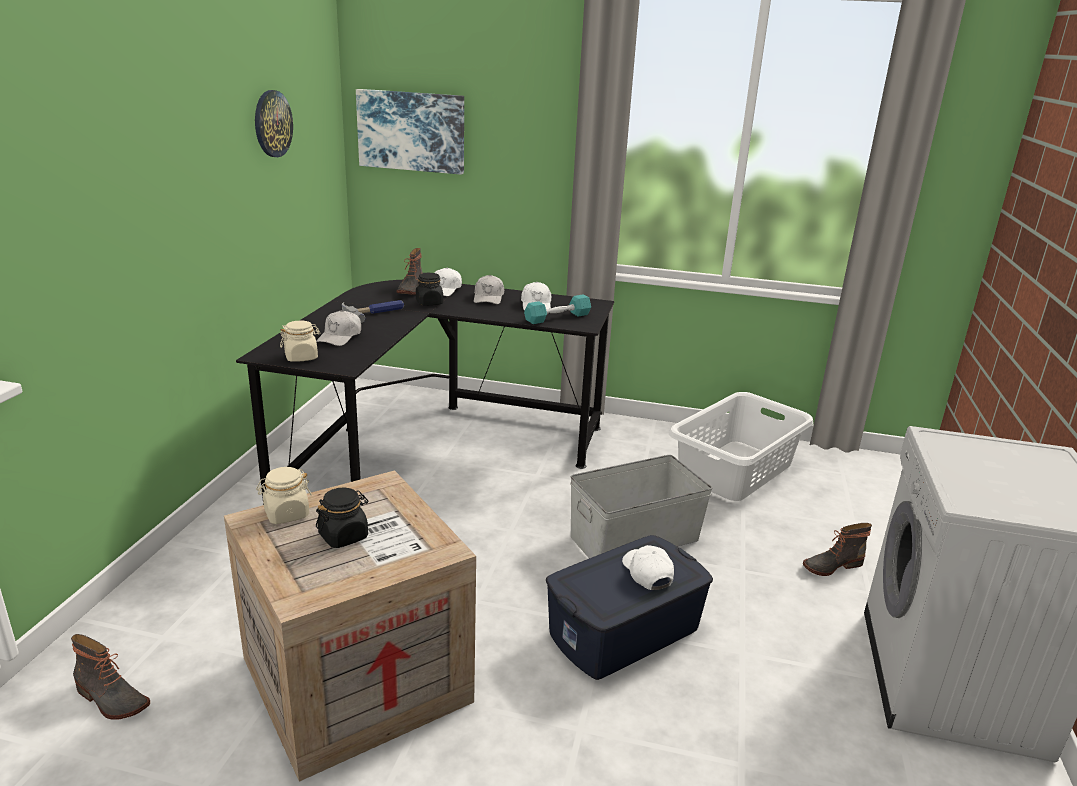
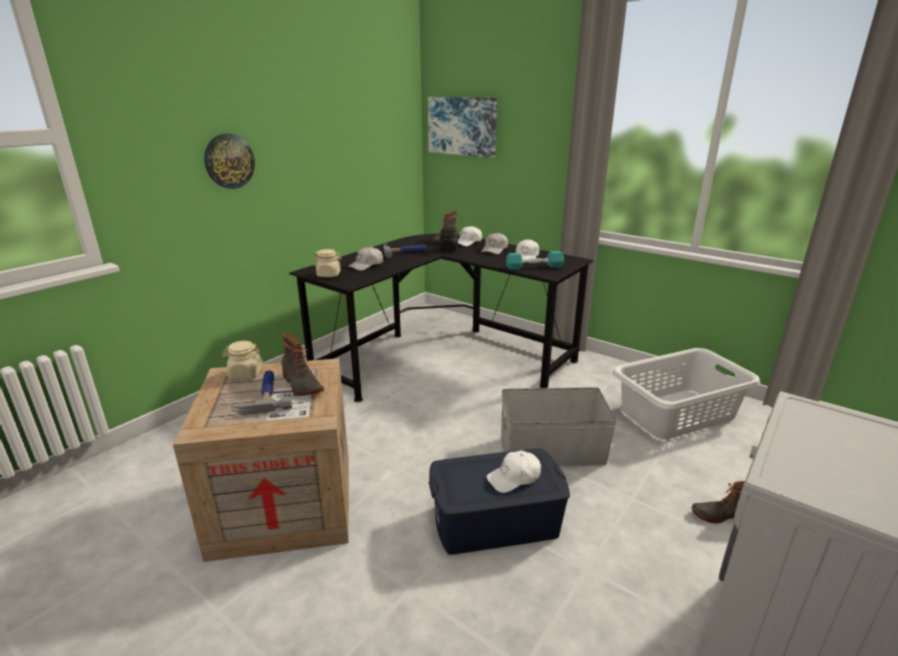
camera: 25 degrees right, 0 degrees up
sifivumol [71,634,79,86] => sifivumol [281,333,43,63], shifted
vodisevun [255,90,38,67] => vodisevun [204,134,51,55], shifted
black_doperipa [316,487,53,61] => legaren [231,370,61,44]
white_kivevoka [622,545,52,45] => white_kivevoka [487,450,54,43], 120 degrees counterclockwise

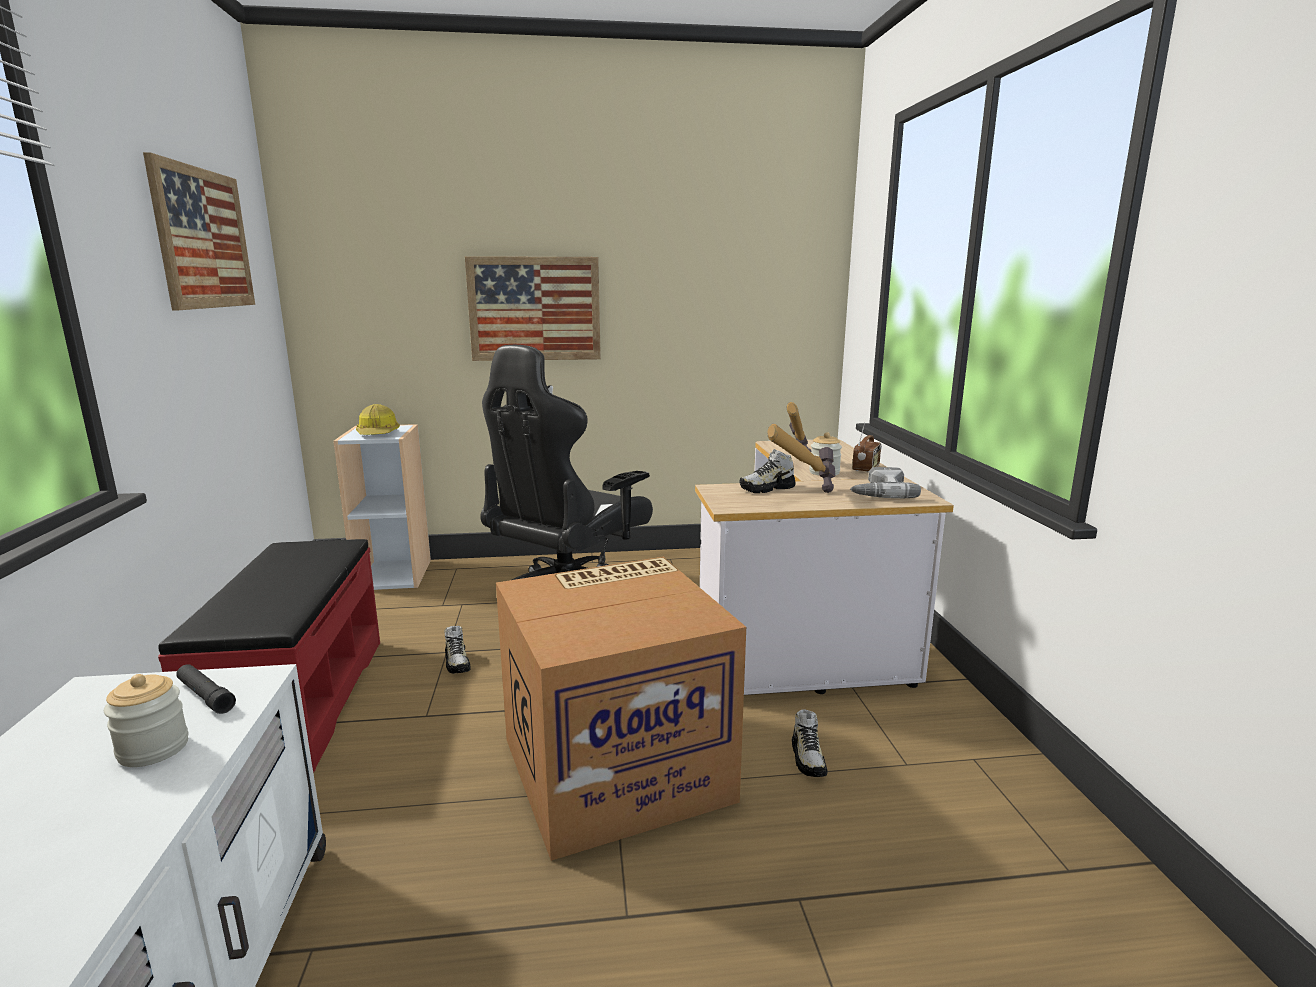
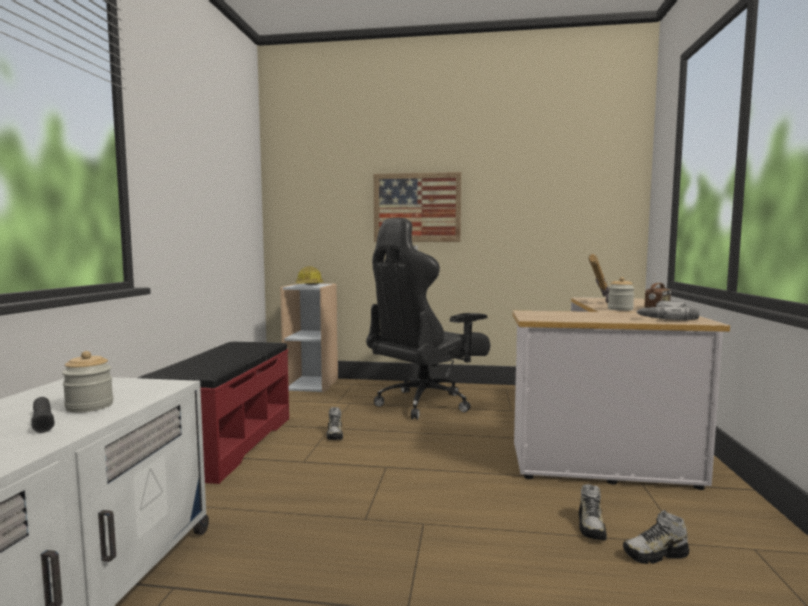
camera: 15 degrees right, 10 degrees down
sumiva [143,152,112,158] => nothing
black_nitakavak [176,664,60,50] => black_nitakavak [31,397,24,36], shifted
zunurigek [496,557,250,304] => nothing
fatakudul [740,449,56,44] => fatakudul [623,510,66,54], shifted
legaren [768,424,67,69] => nothing

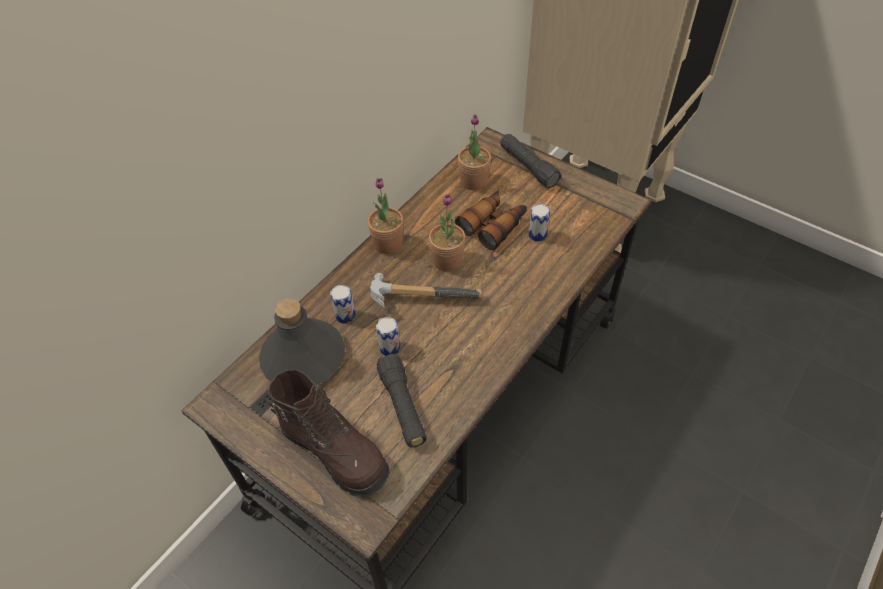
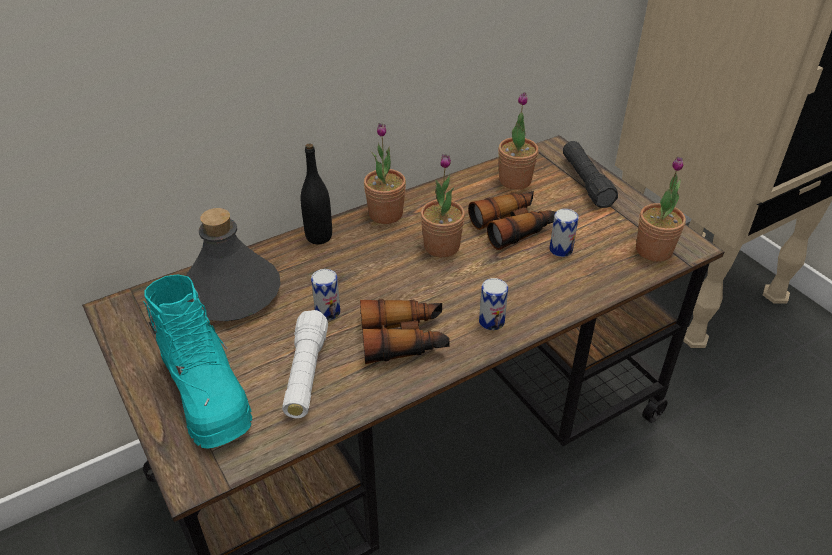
camera: 20 degrees right, 10 degrees down
brown_sifivumol [267,370,123,128] => turquoise_sifivumol [143,275,109,174]
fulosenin [330,285,26,39] => fulosenin [479,278,29,52], shifted
legaren [370,273,112,35] => nothing
black_nitakavak [377,354,50,94] => white_nitakavak [282,310,46,108]
nothing => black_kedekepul [301,143,31,101]
nothing => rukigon [360,299,90,65]
nothing => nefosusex [636,157,50,105]

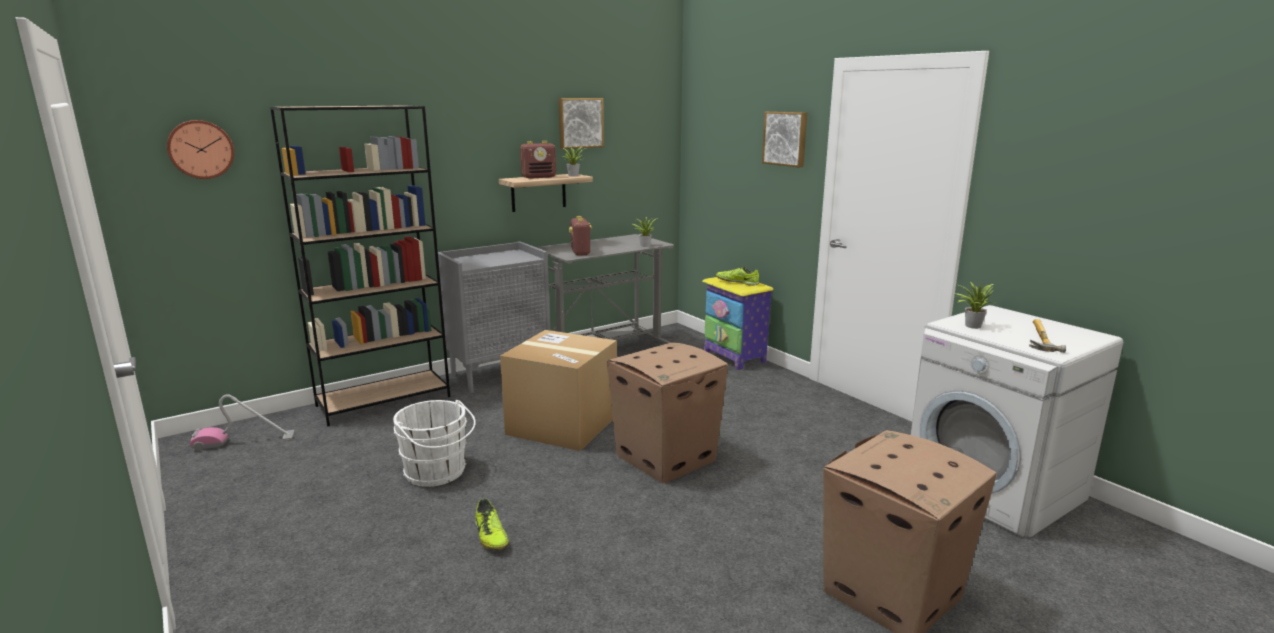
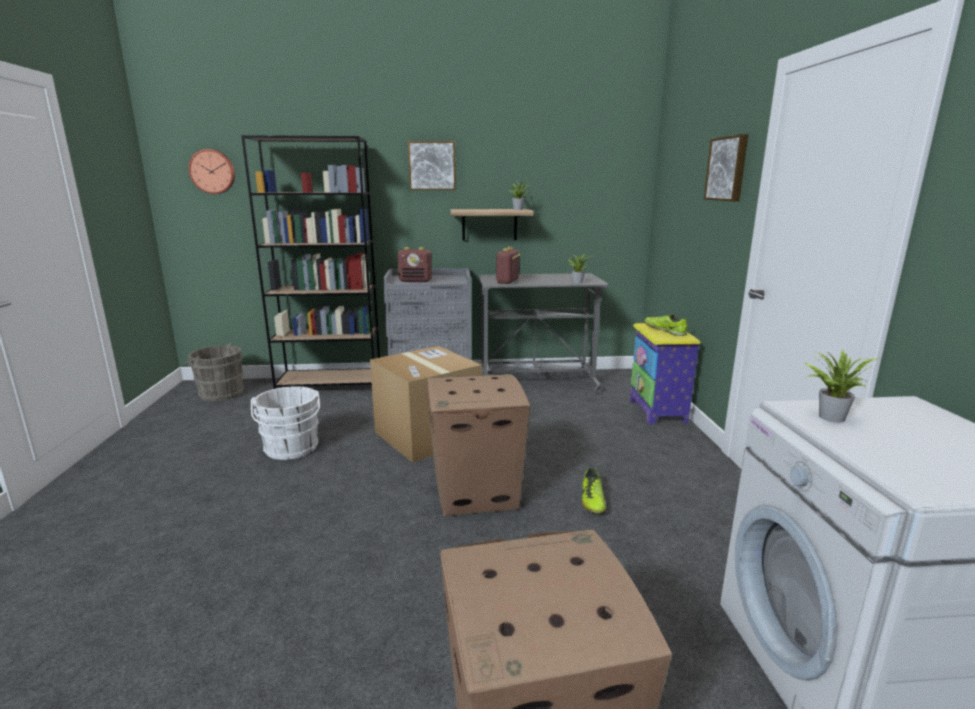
camera: 30 degrees right, 0 degrees up
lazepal [190,394,105,57] => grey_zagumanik [182,343,62,58]
fatakudul [475,499,34,51] => fatakudul [582,468,24,46], shifted
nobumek [520,141,36,38] => nobumek [398,247,34,35], shifted
sumiva [558,98,46,51] => sumiva [408,141,48,49], shifted
legaren [1029,319,37,34] => nothing

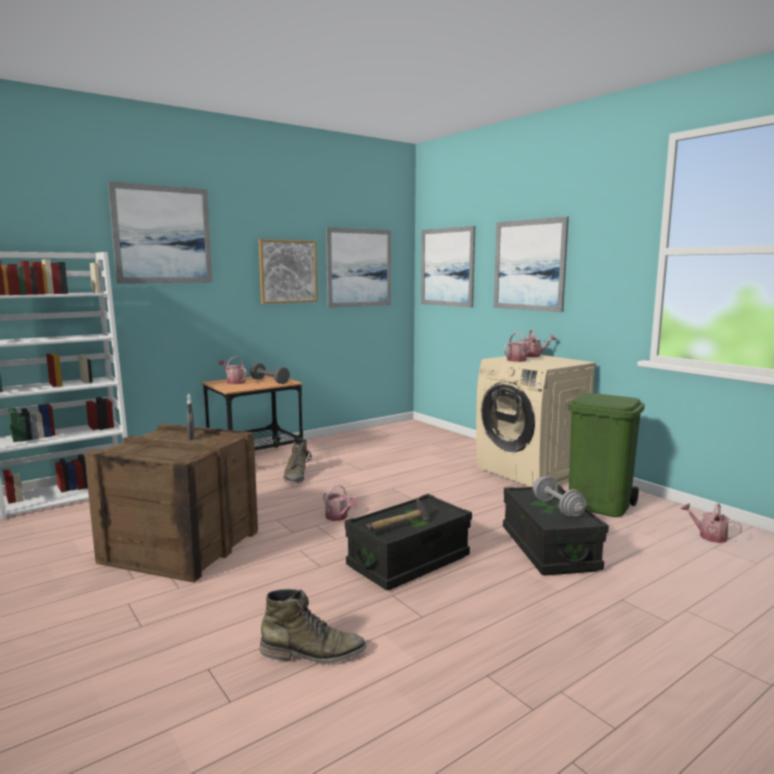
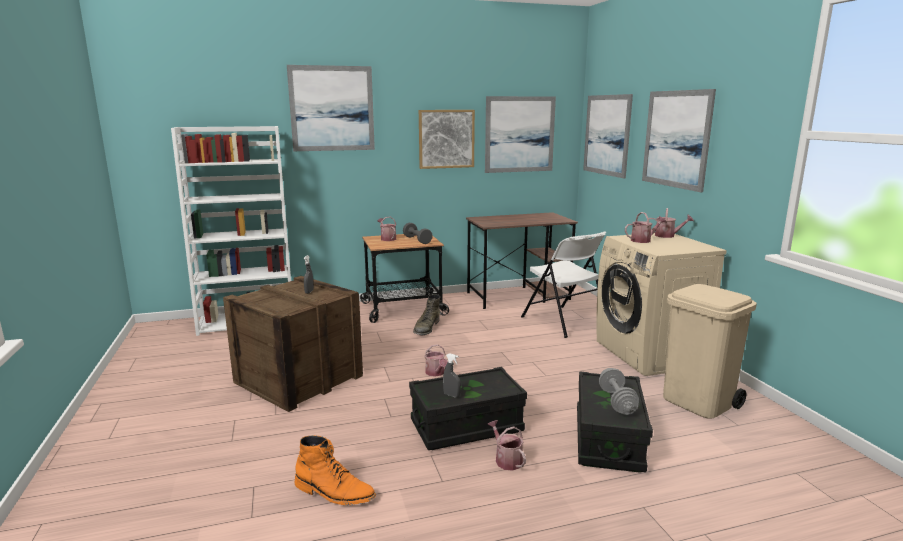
camera: 20 degrees right, 5 degrees up
green_sifivumol [260,589,107,74] => orange_sifivumol [295,435,81,70]
legaren [366,498,63,34] => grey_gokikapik [443,353,18,44]
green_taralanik [568,393,77,124] => beige_taralanik [663,284,94,135]
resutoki [681,503,61,40] => resutoki [487,420,39,51], shifted
nothing => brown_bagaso [466,212,112,97]
nothing => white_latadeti [521,231,85,107]

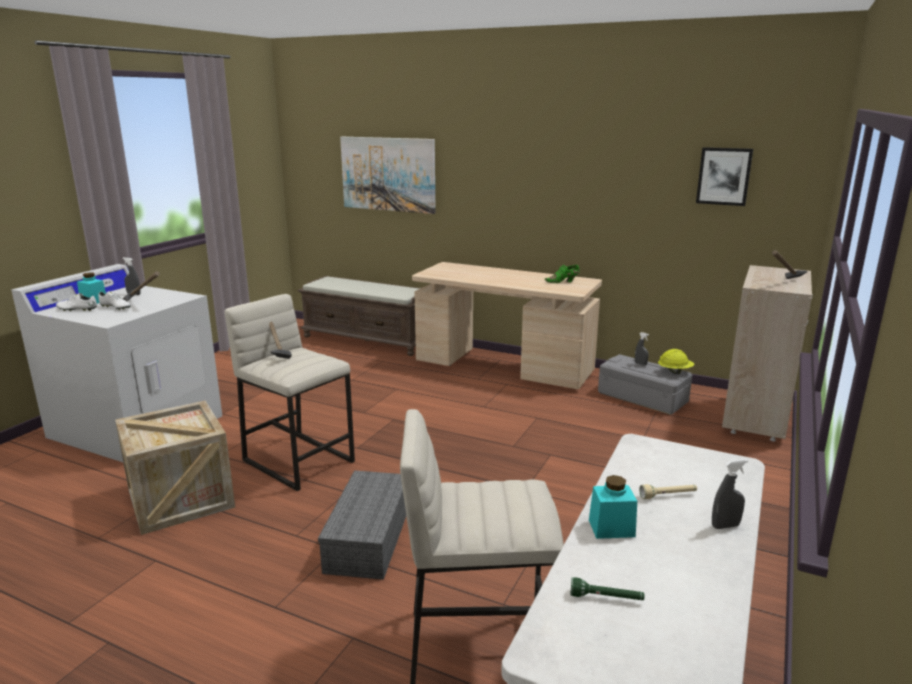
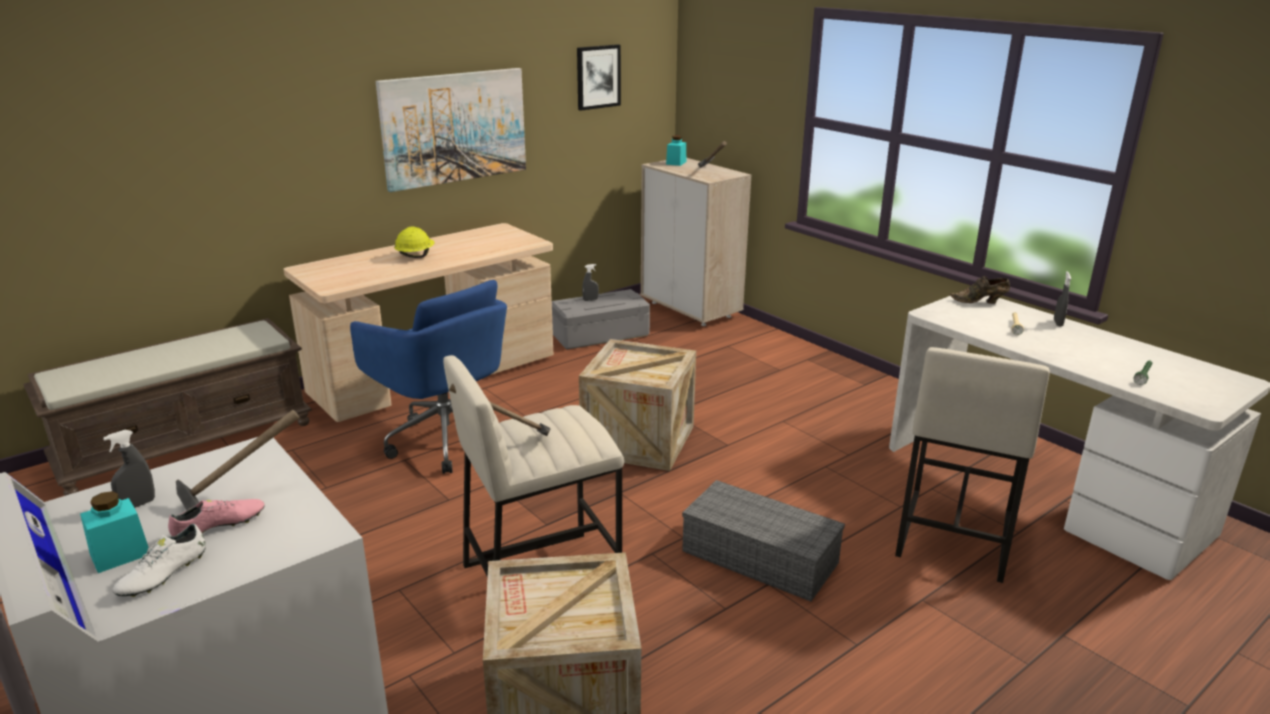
camera: 65 degrees left, 5 degrees up
white_fatakudul [99,291,32,19] => pink_fatakudul [168,499,97,38]
sumiva [340,137,95,77] => sumiva [376,68,150,124], shifted
green_fatakudul [545,265,35,18] => nothing
turquoise_doperipa [589,475,48,64] => turquoise_doperipa [666,136,20,30], shifted
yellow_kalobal [658,349,36,25] => yellow_kalobal [394,227,41,31], shifted
nothing => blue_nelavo [350,280,157,194]
nothing => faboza [579,339,117,132]
nothing => brown_fatakudul [950,276,60,28]

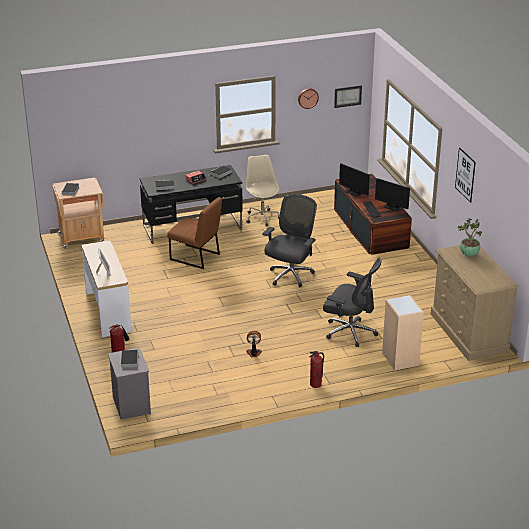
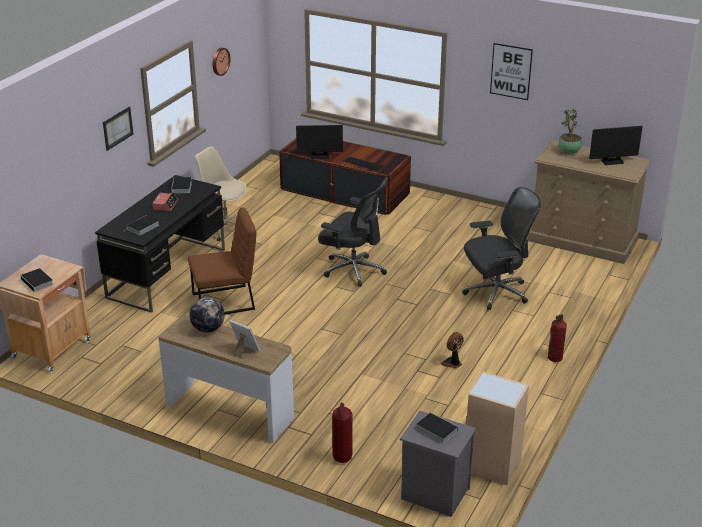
camera: 45 degrees left, 0 degrees up
nelavo [262,194,55,93] => nelavo [318,177,70,110], 135 degrees clockwise
sumiva [334,85,28,23] => sumiva [103,107,30,44], shifted
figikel [375,178,35,33] => figikel [589,126,53,39], shifted
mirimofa [382,295,42,76] => mirimofa [466,372,63,113], shifted
nothing => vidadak [189,297,36,36]

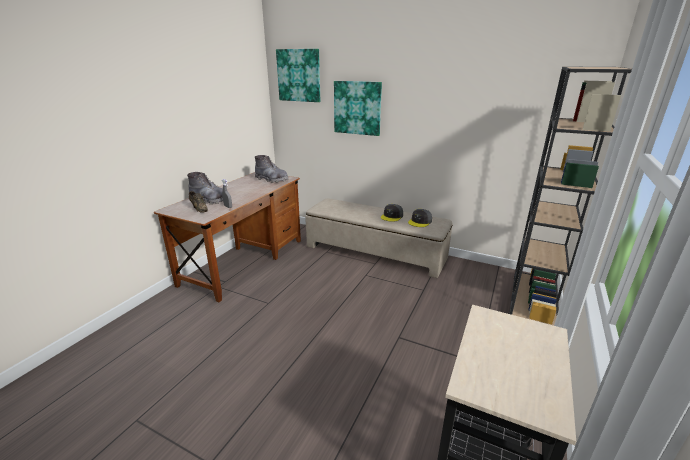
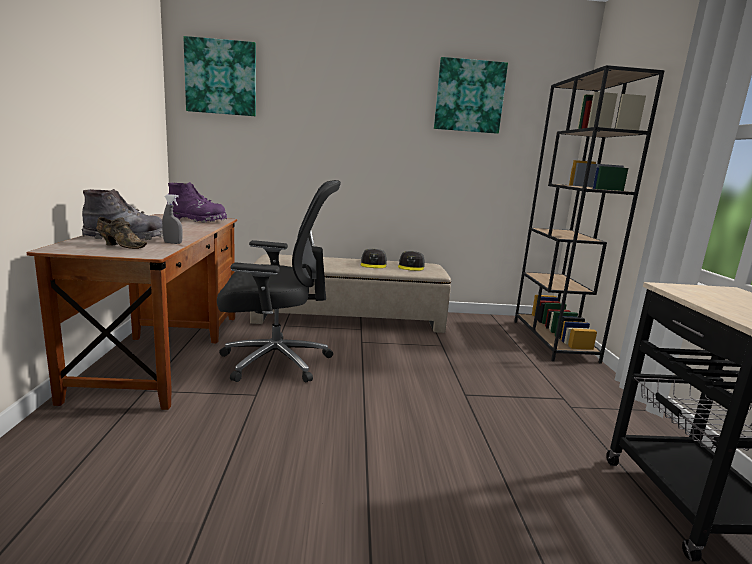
camera: 30 degrees left, 10 degrees down
grey_sifivumol [255,155,33,28] => purple_sifivumol [168,182,59,41]
sumiva [334,81,48,55] => sumiva [434,57,74,77], shifted
nothing => nelavo [217,180,124,203]

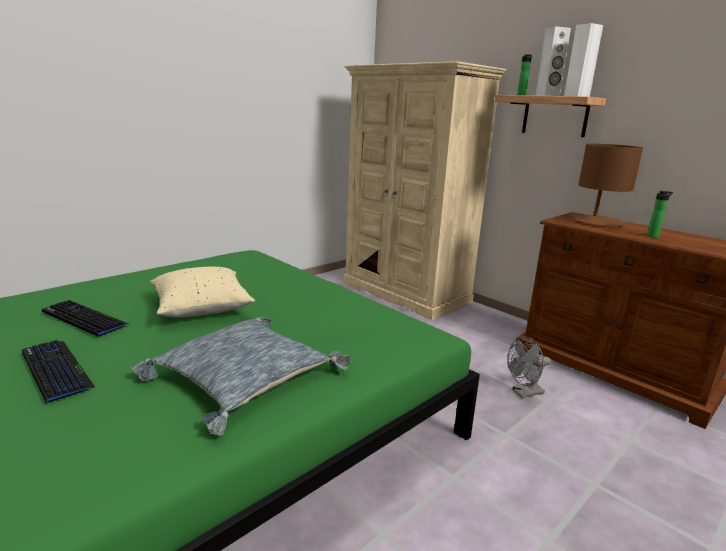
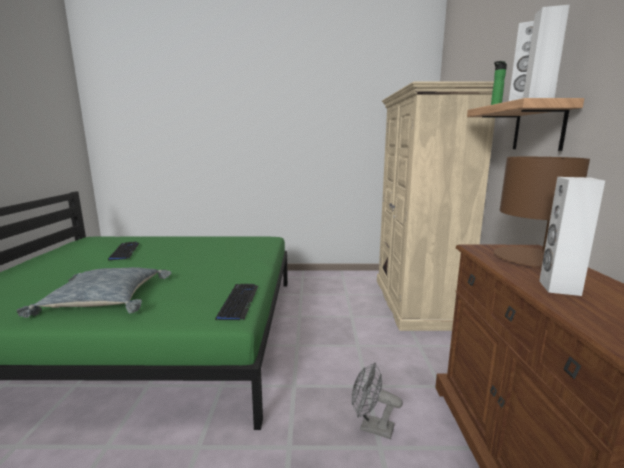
camera: 45 degrees right, 5 degrees down
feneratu [22,340,74,64] => feneratu [215,284,43,36], shifted
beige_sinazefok [150,267,105,50] => nothing
kedekepul [647,191,26,47] => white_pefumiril [539,177,66,119]

